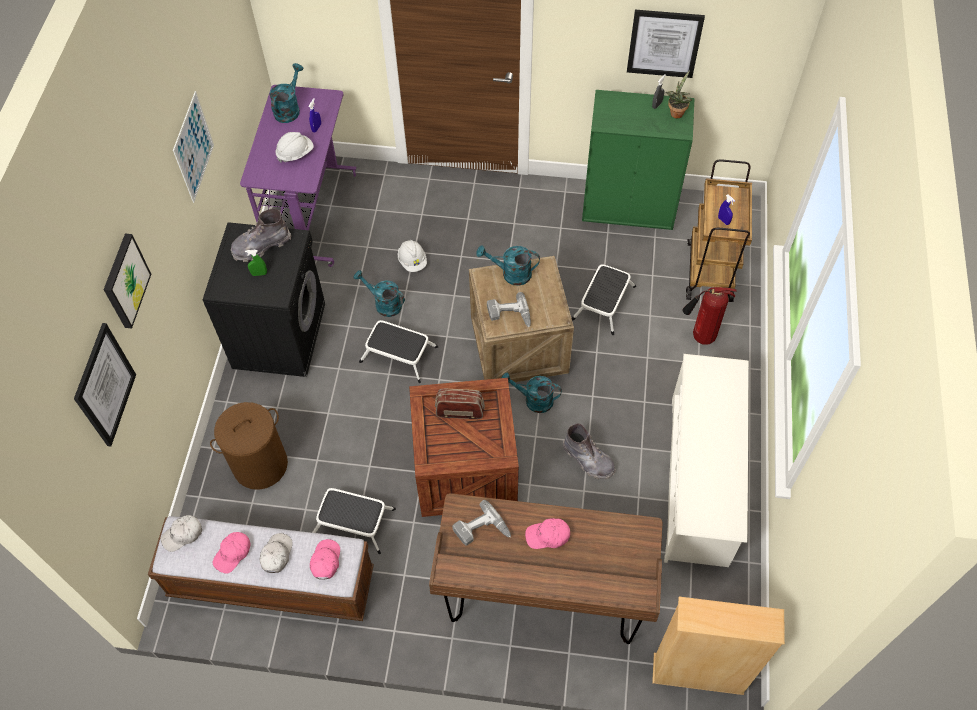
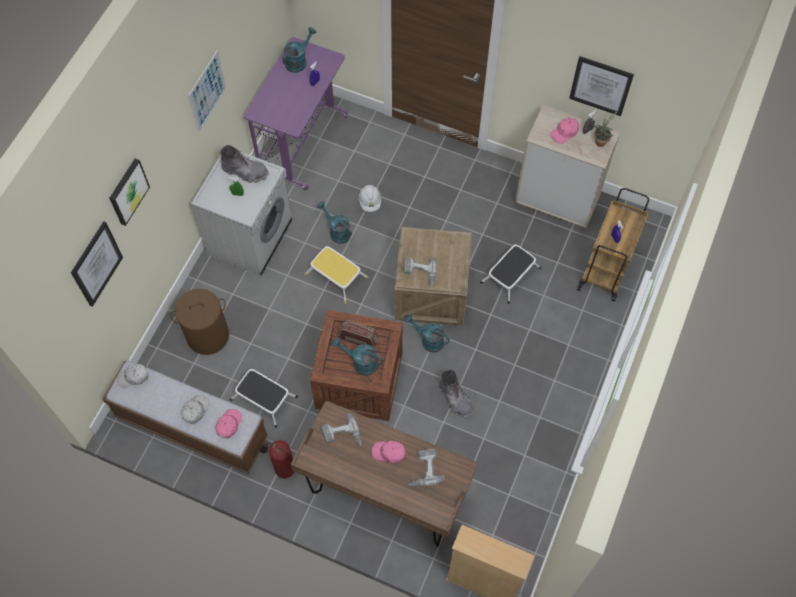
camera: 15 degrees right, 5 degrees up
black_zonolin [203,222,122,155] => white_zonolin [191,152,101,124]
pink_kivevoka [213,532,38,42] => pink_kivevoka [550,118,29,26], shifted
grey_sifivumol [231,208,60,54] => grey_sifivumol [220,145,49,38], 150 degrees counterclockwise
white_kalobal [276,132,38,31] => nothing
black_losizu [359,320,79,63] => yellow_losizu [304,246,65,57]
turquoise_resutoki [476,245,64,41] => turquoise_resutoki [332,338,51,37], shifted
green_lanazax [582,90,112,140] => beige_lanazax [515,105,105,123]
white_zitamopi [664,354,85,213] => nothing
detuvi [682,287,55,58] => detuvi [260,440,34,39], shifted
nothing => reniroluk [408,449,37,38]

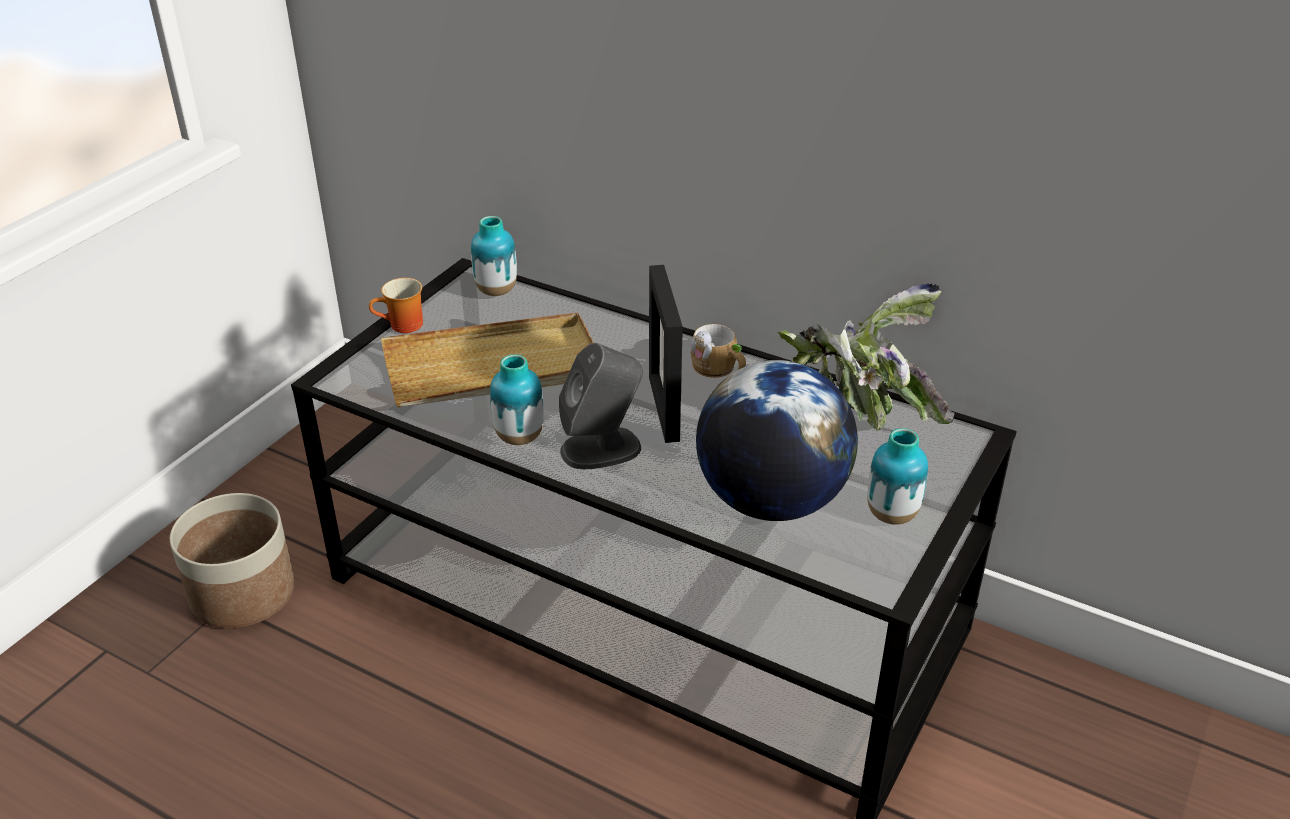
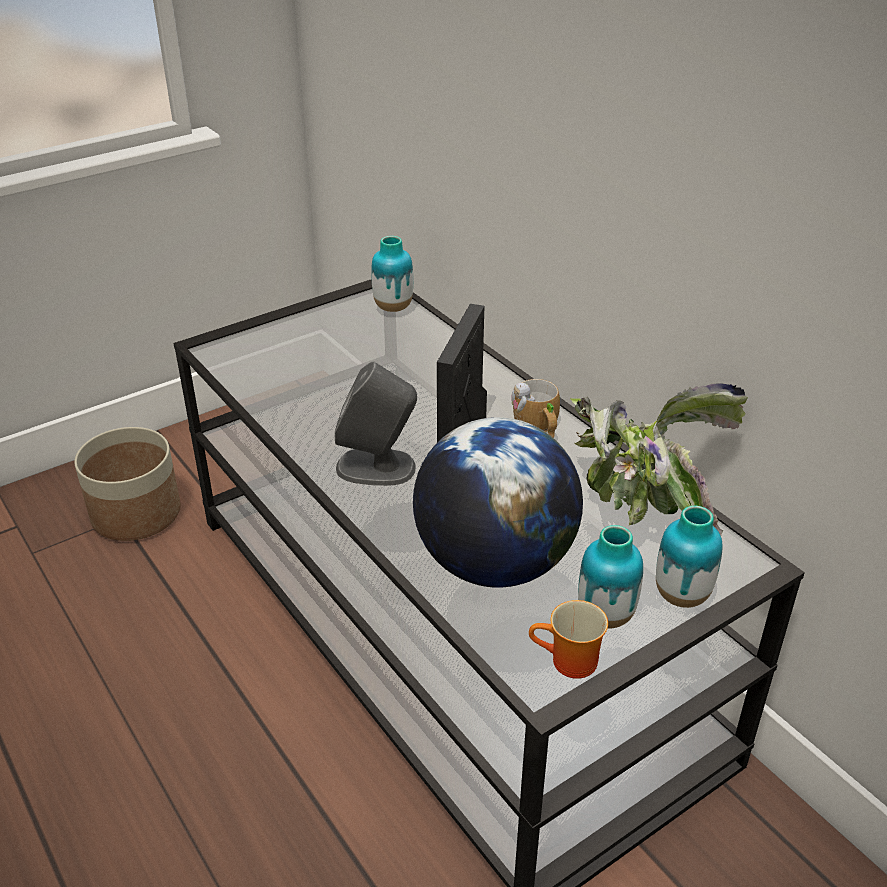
camera: 25 degrees right, 0 degrees up
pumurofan [369,278,54,55] => pumurofan [529,600,79,79], shifted
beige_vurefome [381,312,212,95] => nothing
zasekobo [490,354,54,91] => zasekobo [656,506,66,102], shifted

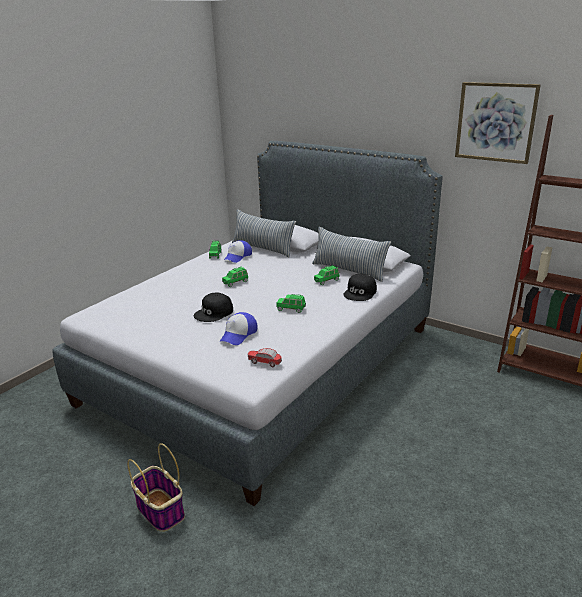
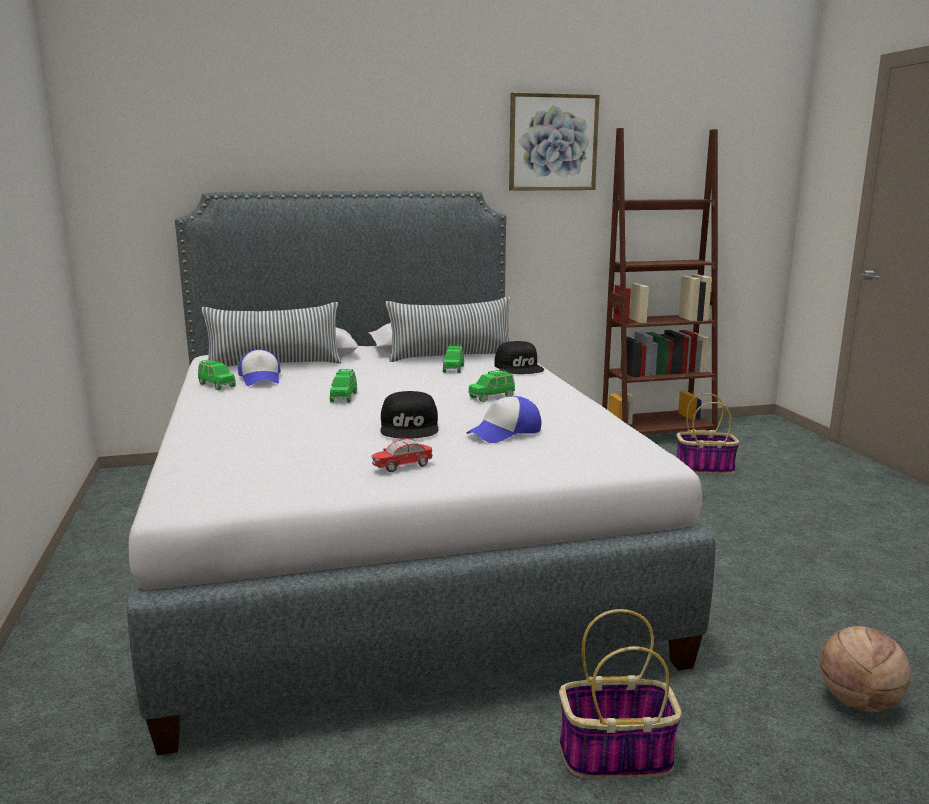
camera: 50 degrees left, 10 degrees down
kivevoka [220,312,38,33] => kivevoka [467,396,74,47], 75 degrees clockwise
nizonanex [247,348,35,19] => nizonanex [371,438,62,34], shifted
nothing => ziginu [677,393,62,81]
nothing => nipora [820,626,91,86]

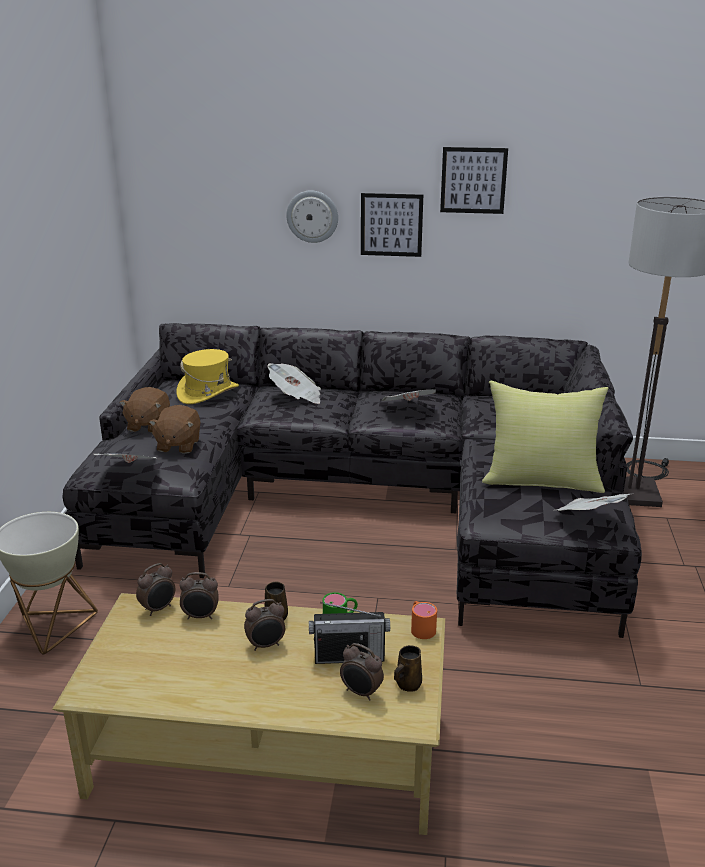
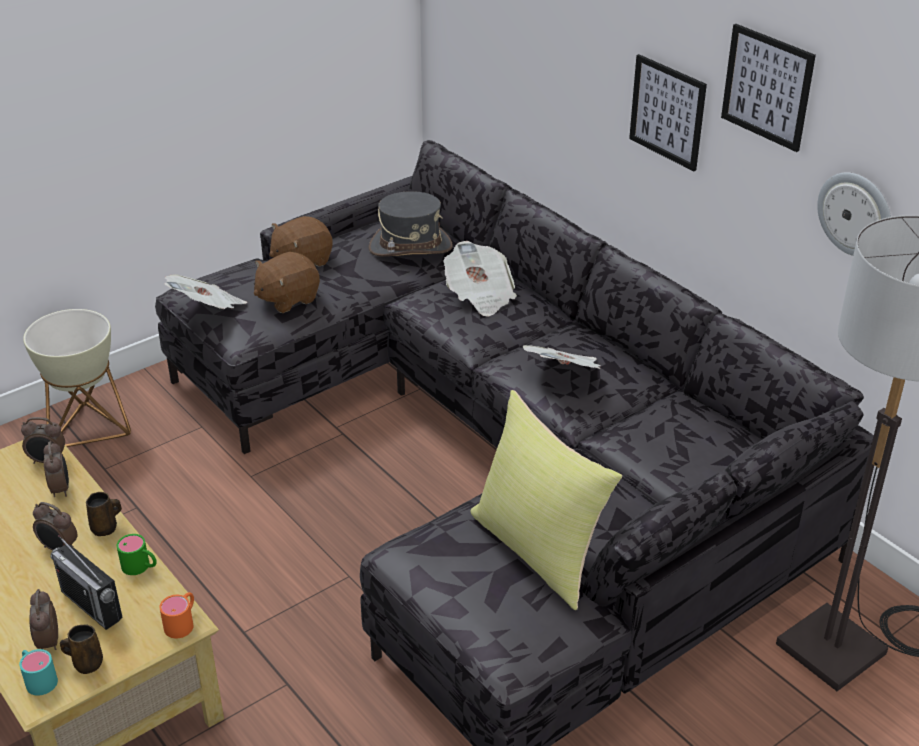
camera: 45 degrees right, 10 degrees up
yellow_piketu [176,349,63,55] => grey_piketu [369,191,84,65]
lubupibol [179,572,40,47] => lubupibol [43,441,26,56], 150 degrees counterclockwise
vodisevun [286,190,52,53] => vodisevun [817,172,74,84], shifted
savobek [556,494,74,17] => nothing
nothing => turquoise_pumurofan [19,649,39,47]

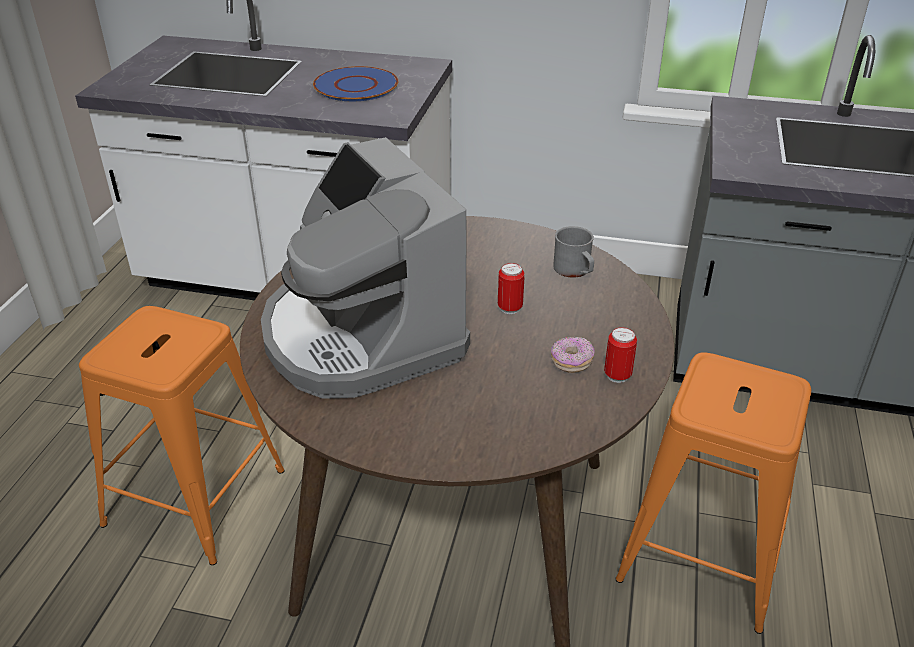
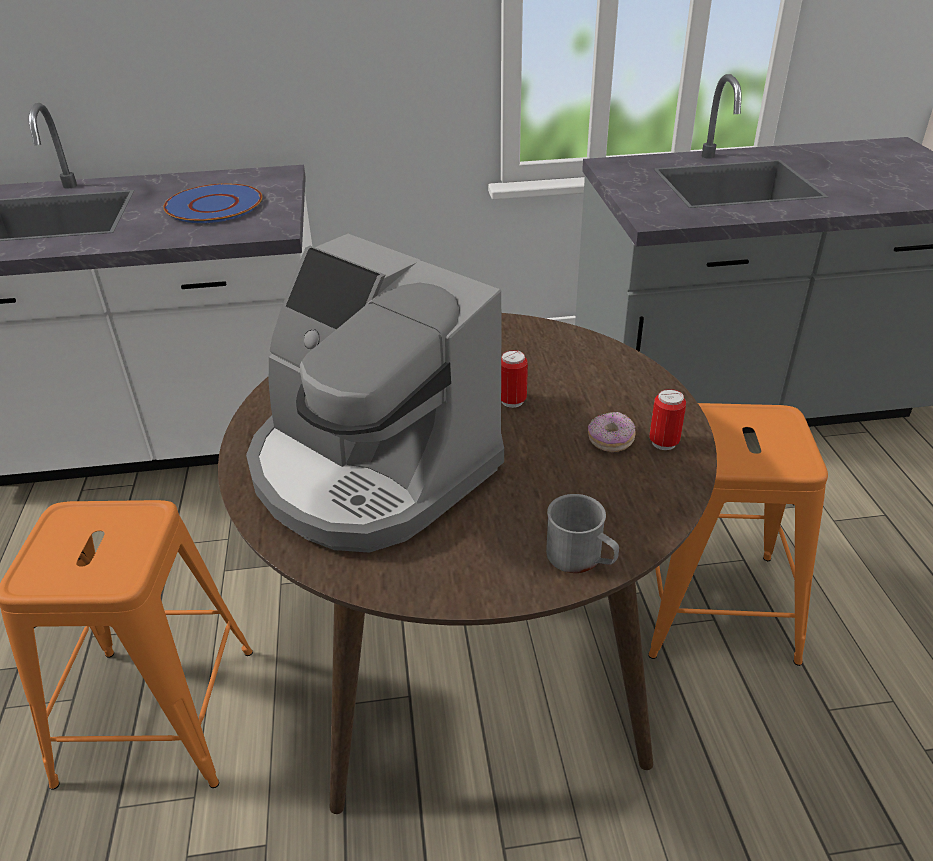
camera: 20 degrees left, 0 degrees up
grey_pumurofan [553,226,41,52] => grey_pumurofan [546,494,73,79], shifted

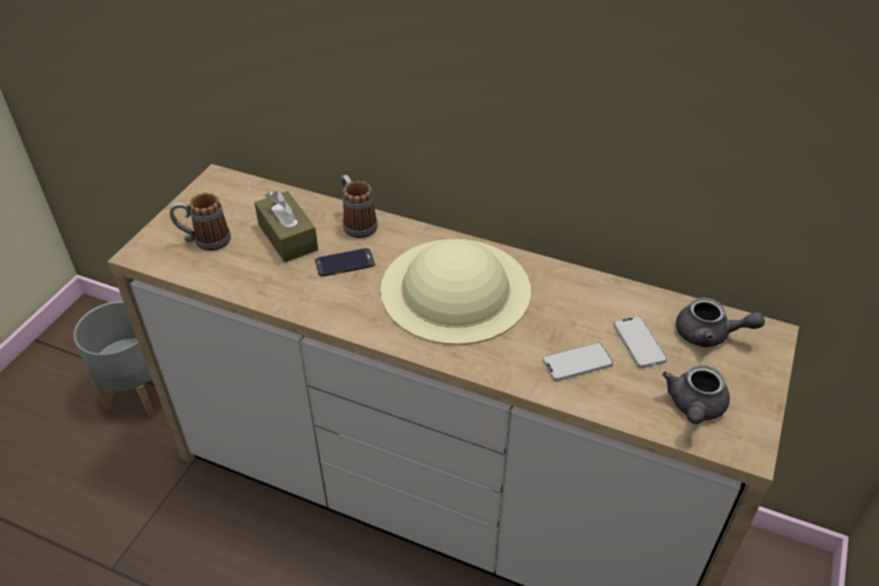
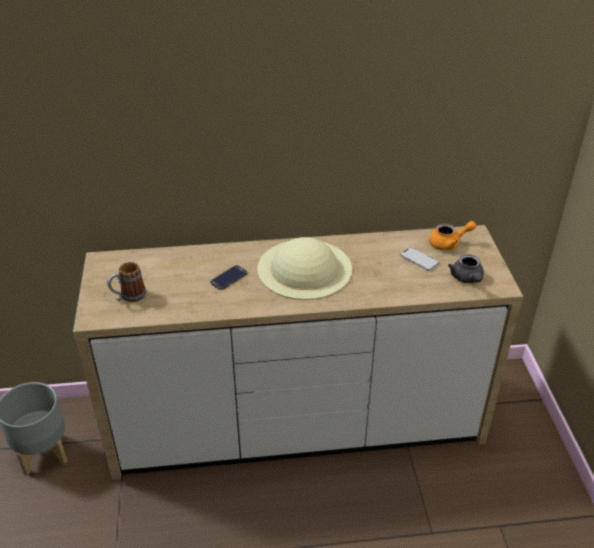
camera: 30 degrees left, 5 degrees down
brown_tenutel [254,191,64,71] => nothing
pumurofan [340,175,38,63] => nothing
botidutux [543,342,70,39] => nothing
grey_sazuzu [676,298,89,50] => orange_sazuzu [429,221,47,29]

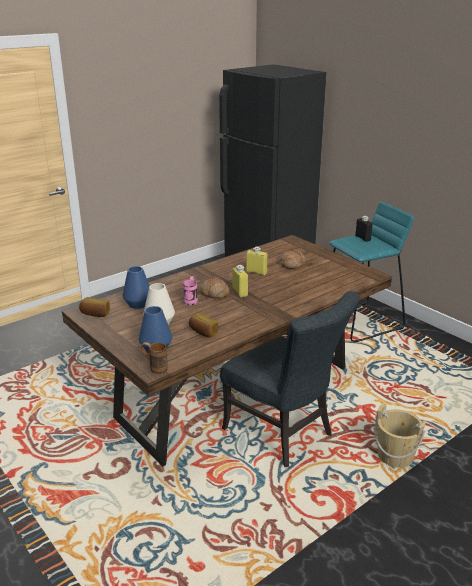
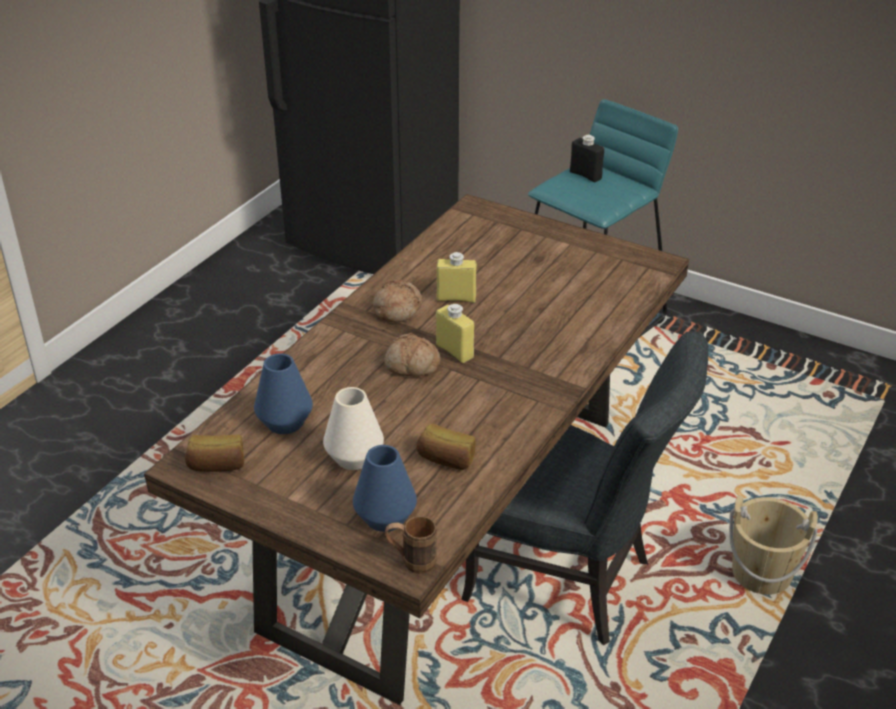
camera: 20 degrees left, 10 degrees up
pink_pumurofan [183,276,15,30] => nothing
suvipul [280,249,26,20] => suvipul [373,279,49,43], shifted

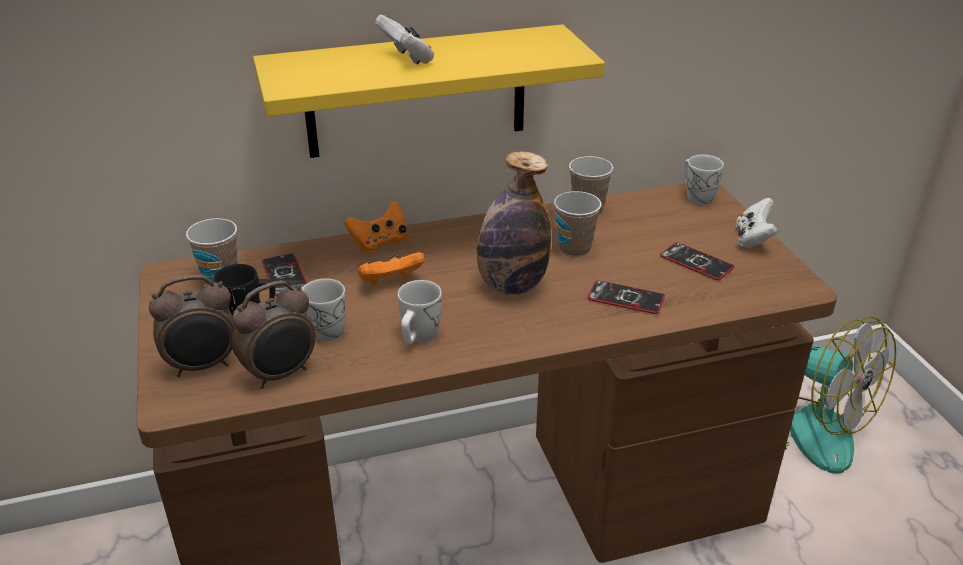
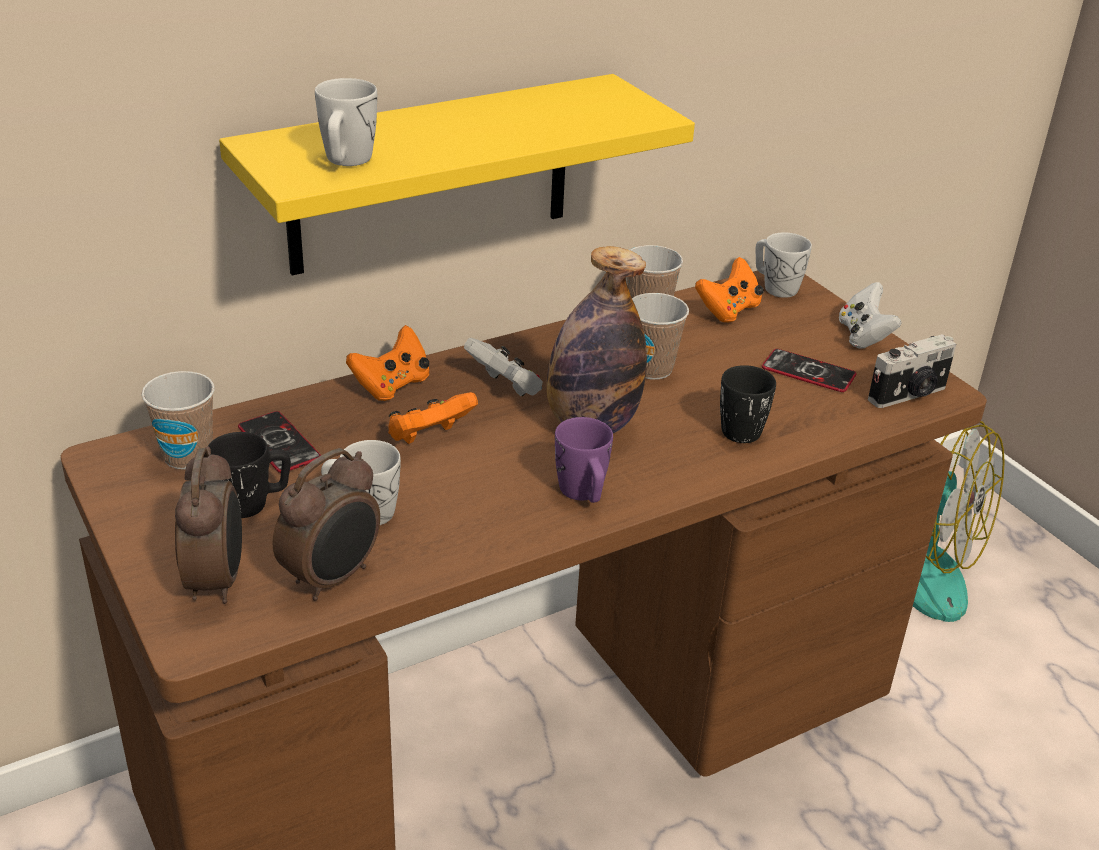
camera: 15 degrees left, 0 degrees up
lubupibol [149,275,86,102] => lubupibol [175,447,67,157], 60 degrees counterclockwise
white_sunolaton [375,14,59,51] => white_sunolaton [464,338,79,58], shifted
white_pumurofan [397,280,45,64] => white_pumurofan [315,78,62,88], shifted
botidutux [587,280,78,34] => black_pumurofan [720,365,56,78]
nothing => purple_pumurofan [555,417,58,86]
nothing => orange_sunolaton [695,257,68,66]
nothing => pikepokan [868,334,88,74]

